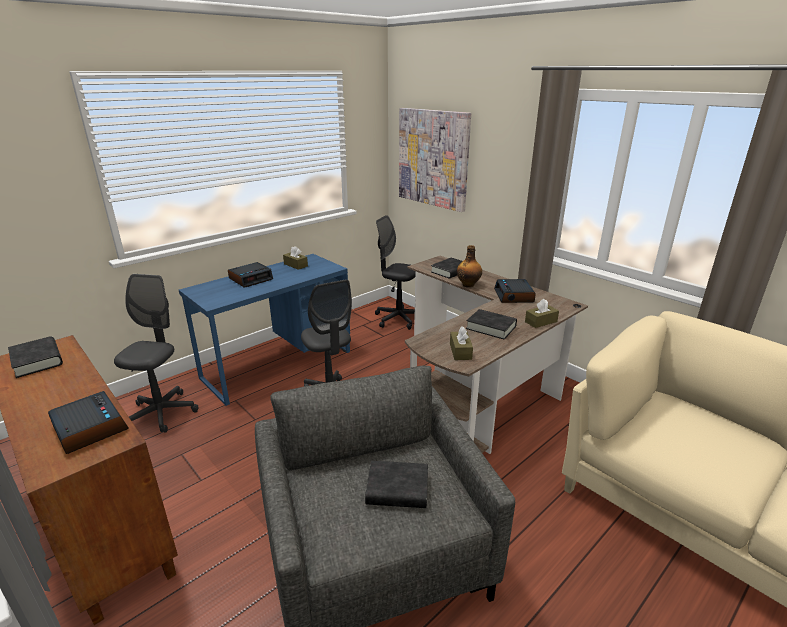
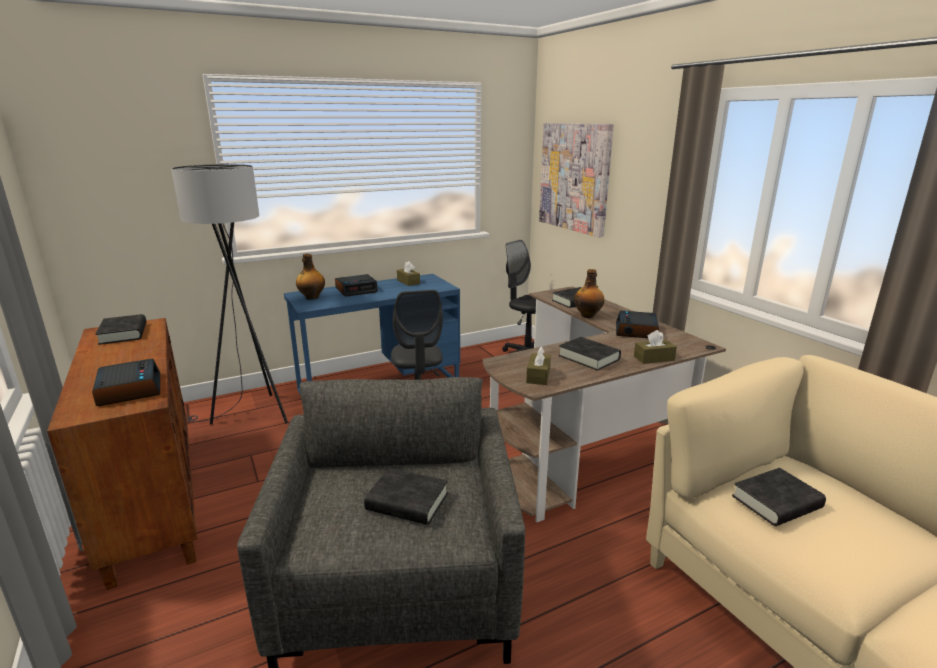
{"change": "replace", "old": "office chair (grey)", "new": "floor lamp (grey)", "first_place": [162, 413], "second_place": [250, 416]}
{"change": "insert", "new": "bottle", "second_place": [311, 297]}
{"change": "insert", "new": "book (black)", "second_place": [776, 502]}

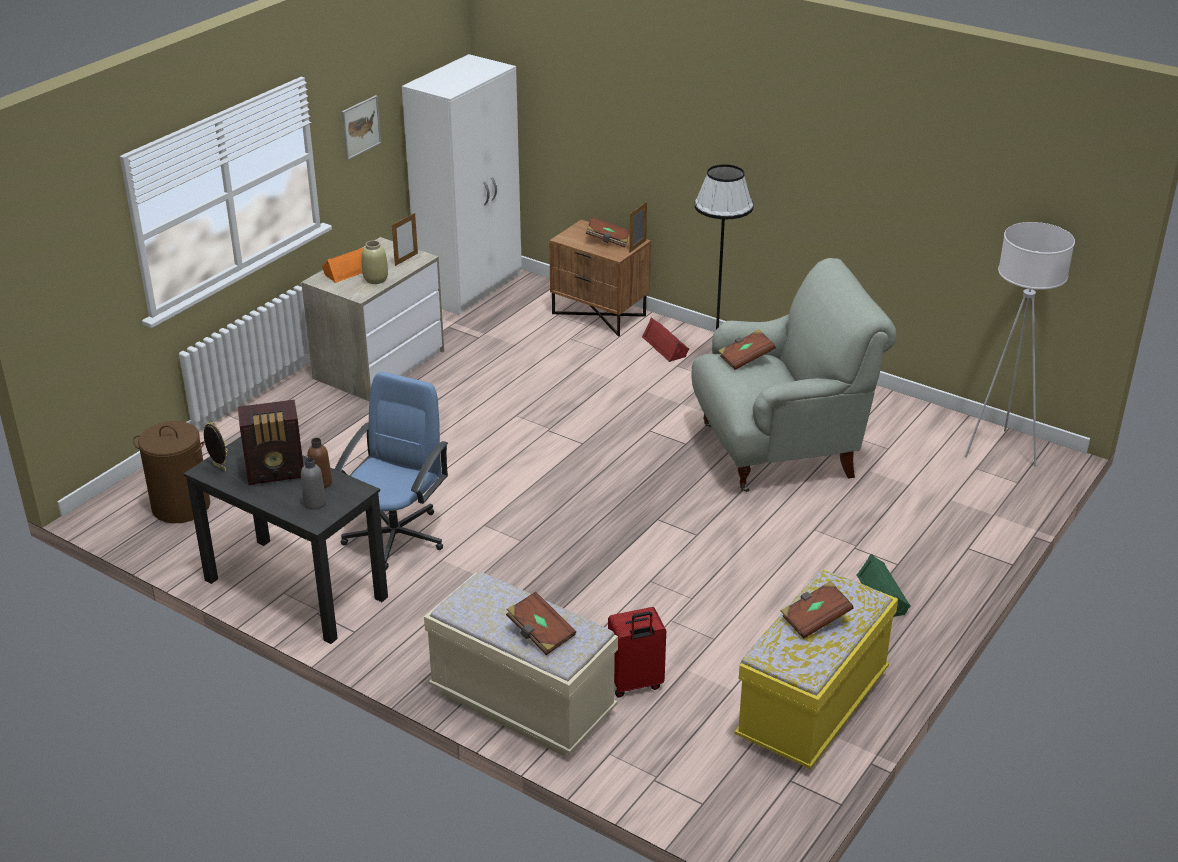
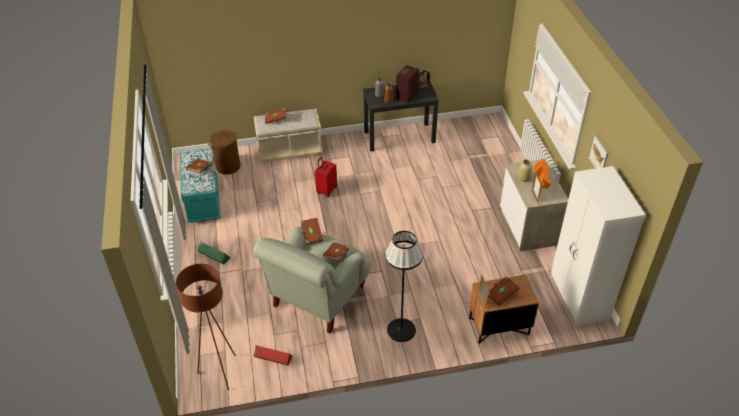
{"change": "recolor", "old": "floor lamp (white)", "new": "floor lamp (brown)", "first_place": [1000, 451], "second_place": [221, 372]}
{"change": "move", "old": "speaker (red)", "first_place": [666, 346], "second_place": [273, 358]}
{"change": "delete", "old": "office chair (blue)", "first_place": [396, 536]}
{"change": "move", "old": "laundry basket (brown)", "first_place": [180, 506], "second_place": [228, 166]}
{"change": "recolor", "old": "bench (yellow)", "new": "bench (turquoise)", "first_place": [812, 708], "second_place": [203, 200]}
{"change": "move", "old": "suitcase (red)", "first_place": [635, 684], "second_place": [326, 190]}
{"change": "insert", "new": "book (brown)", "second_place": [311, 235]}

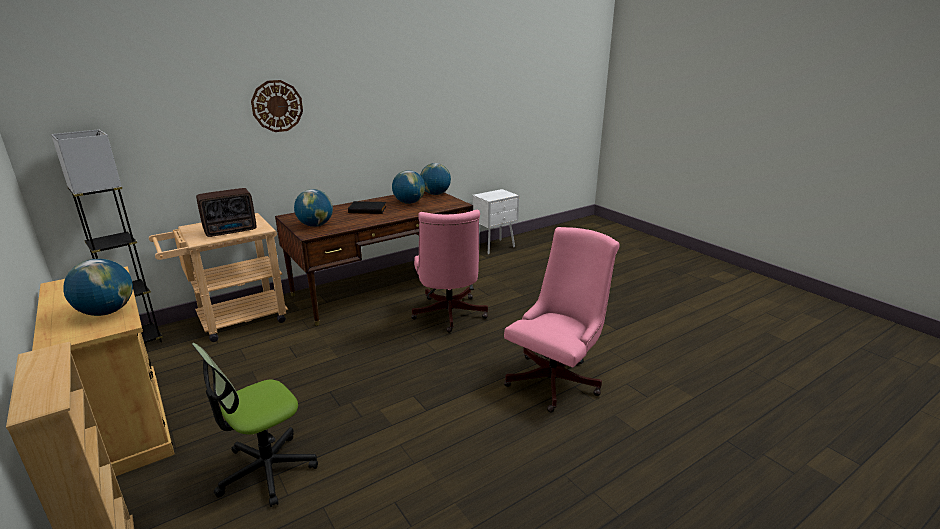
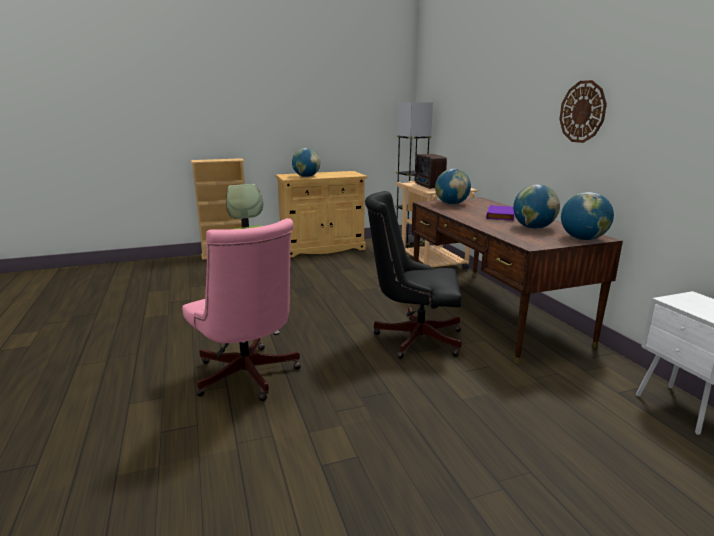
{"change": "move", "old": "wall clock", "first_place": [277, 106], "second_place": [582, 112]}
{"change": "recolor", "old": "book (black)", "new": "book (purple)", "first_place": [368, 209], "second_place": [502, 215]}
{"change": "recolor", "old": "office chair (pink)", "new": "office chair (black)", "first_place": [448, 316], "second_place": [413, 338]}

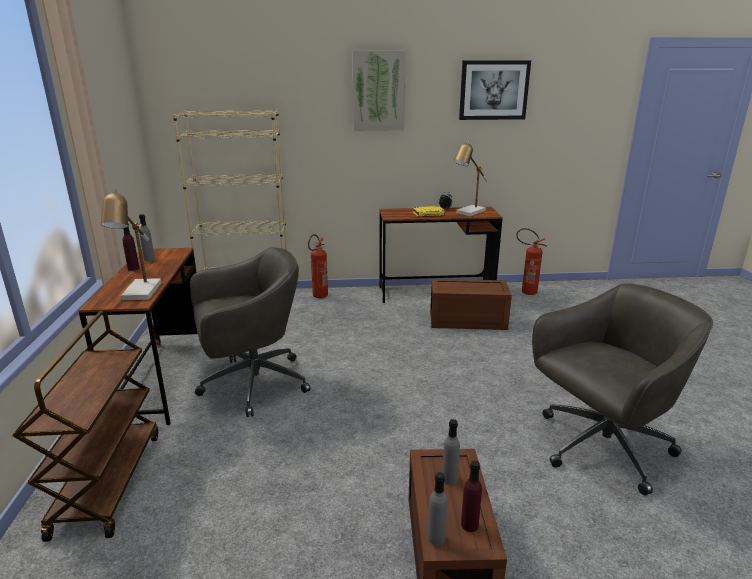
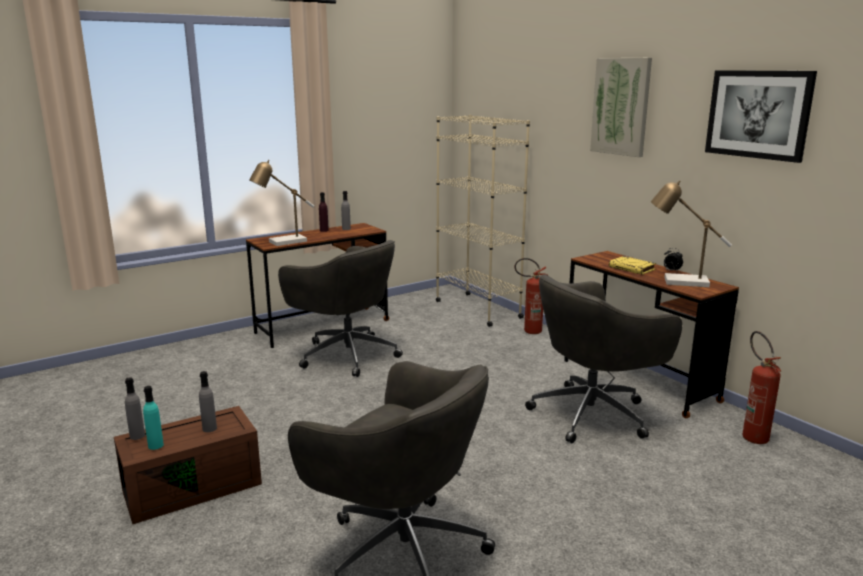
{"change": "replace", "old": "storage box (brown)", "new": "office chair (grey)", "first_place": [466, 321], "second_place": [593, 414]}
{"change": "delete", "old": "cart (brown)", "first_place": [107, 482]}
{"change": "recolor", "old": "bottle (purple)", "new": "bottle (turquoise)", "first_place": [469, 525], "second_place": [155, 445]}

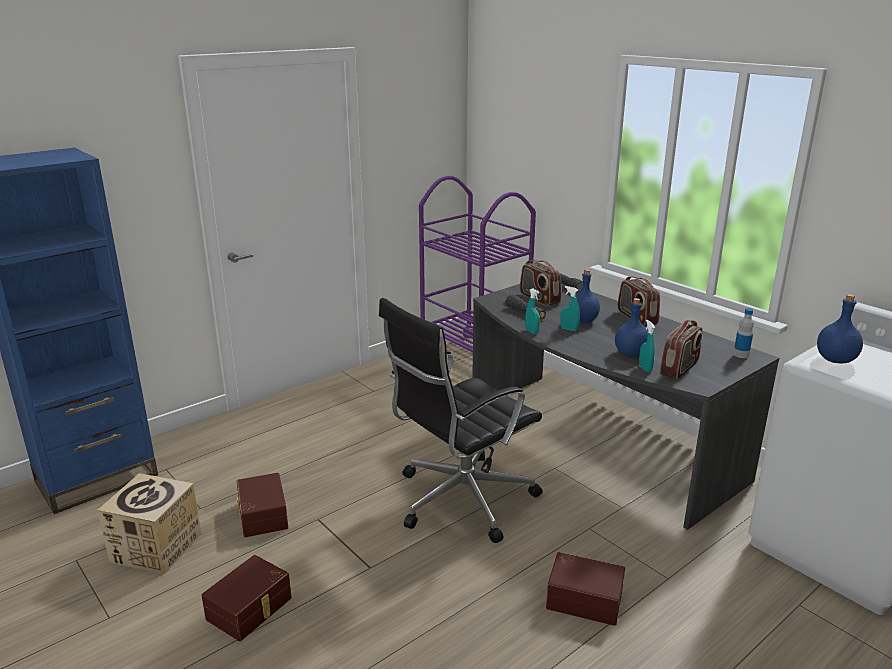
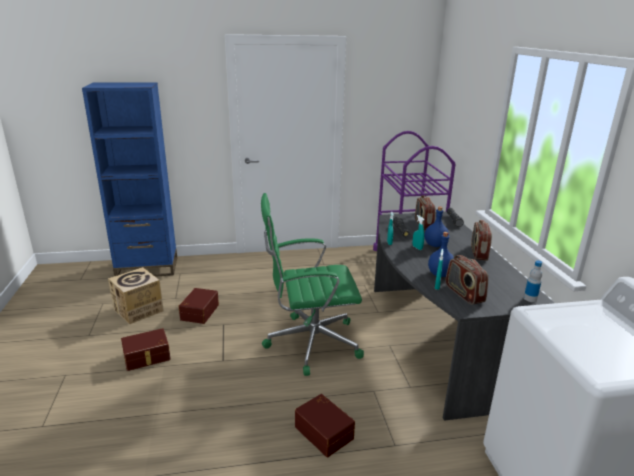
{"change": "delete", "old": "bottle (blue)", "first_place": [834, 360]}
{"change": "recolor", "old": "office chair (black)", "new": "office chair (green)", "first_place": [460, 500], "second_place": [310, 343]}
{"change": "rotate", "old": "radio", "first_place": [679, 369], "second_place": [463, 294], "degrees": 90}

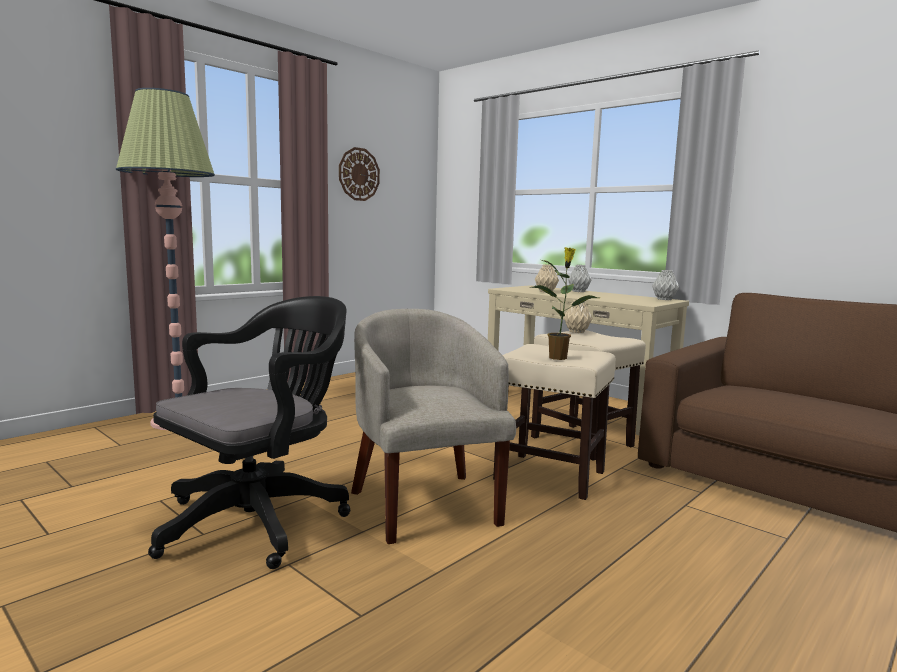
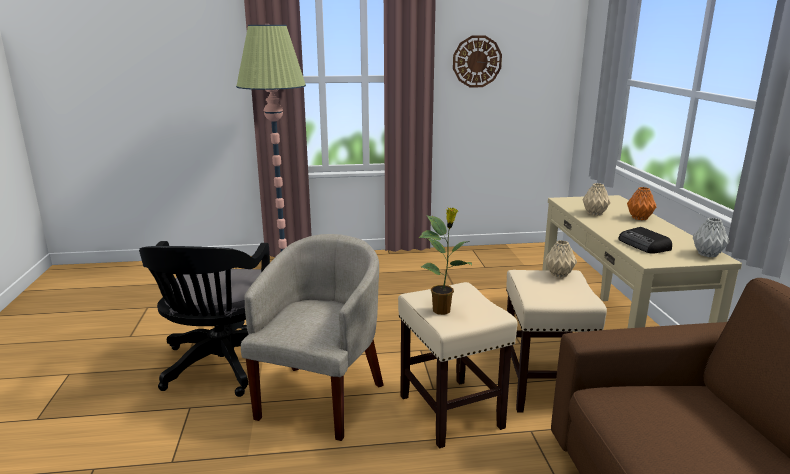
{"change": "recolor", "old": "vase (grey)", "new": "vase (orange)", "first_place": [579, 291], "second_place": [639, 218]}
{"change": "rotate", "old": "office chair (black)", "first_place": [260, 519], "second_place": [221, 367], "degrees": 105}
{"change": "insert", "new": "radio", "second_place": [644, 245]}

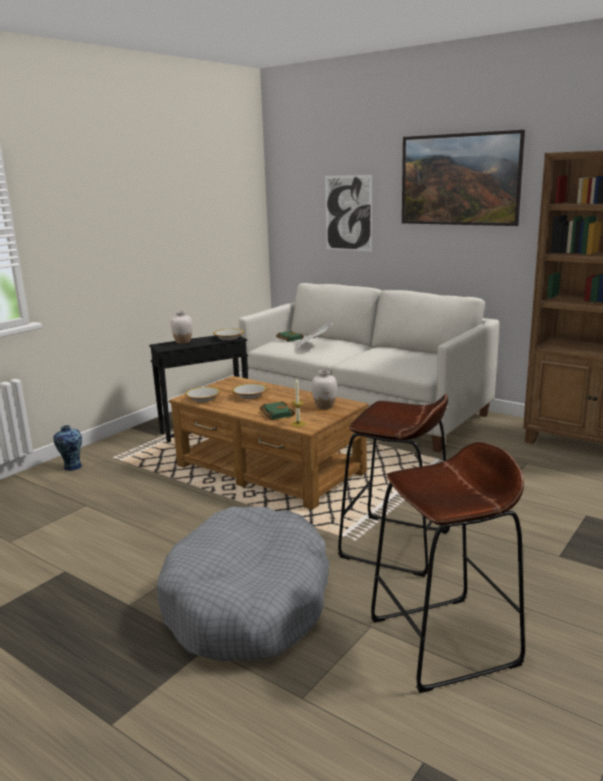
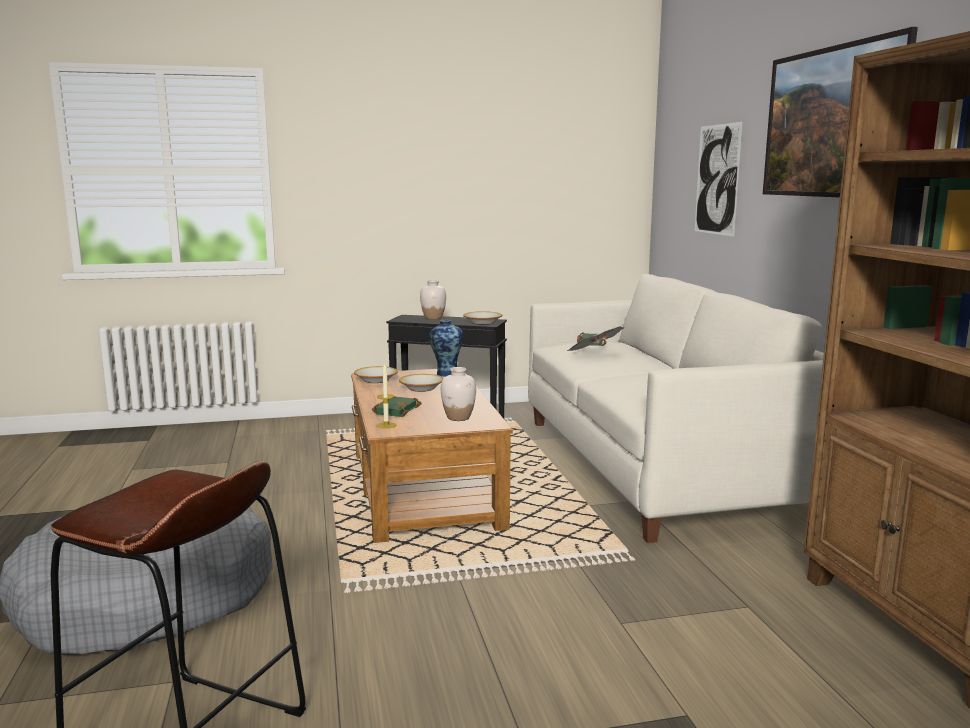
{"change": "delete", "old": "stool (brown)", "first_place": [395, 544]}
{"change": "move", "old": "vase", "first_place": [72, 467], "second_place": [446, 374]}

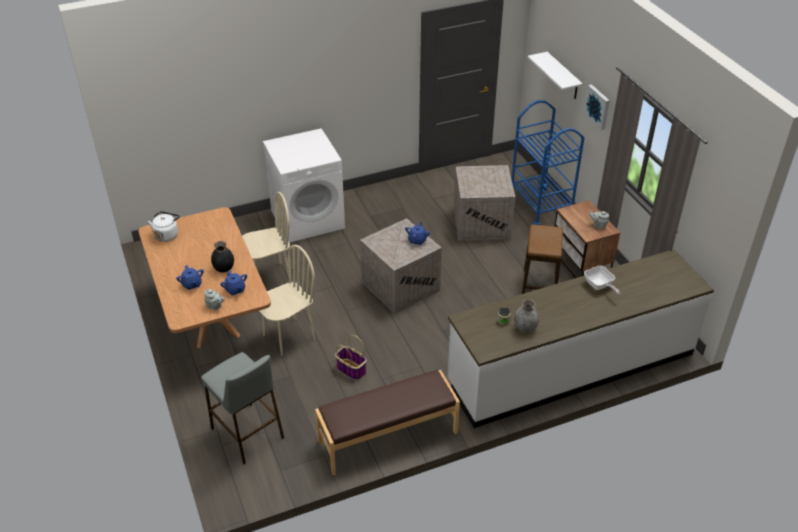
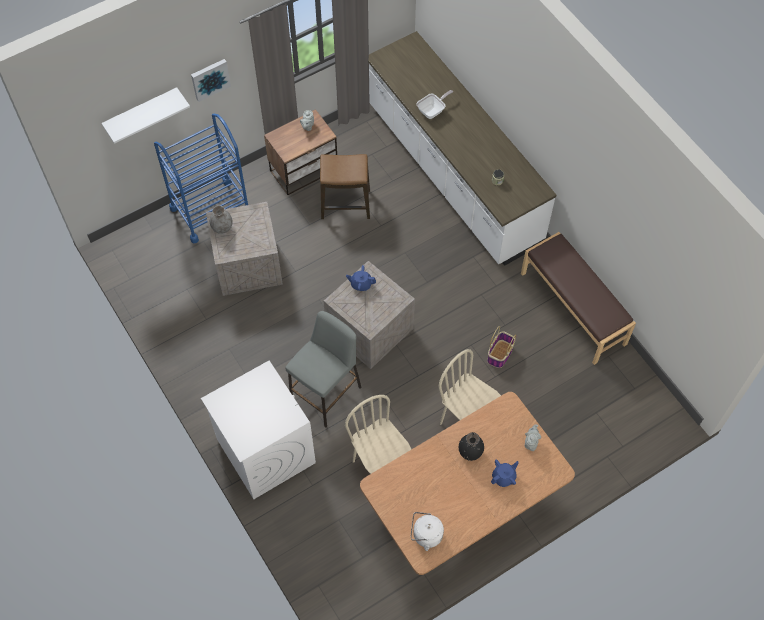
{"change": "delete", "old": "teapot (blue)", "first_place": [235, 290]}
{"change": "move", "old": "vase (grey)", "first_place": [525, 328], "second_place": [222, 227]}
{"change": "move", "old": "stool (grey)", "first_place": [247, 433], "second_place": [326, 393]}

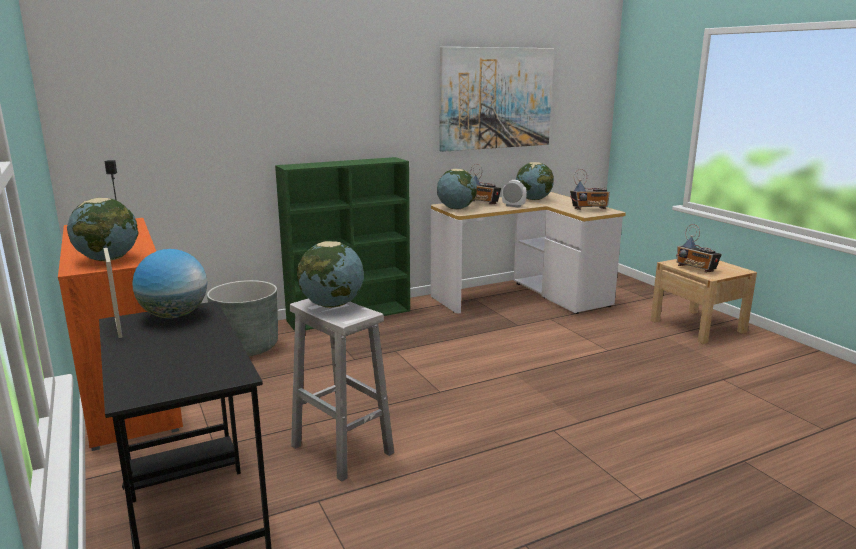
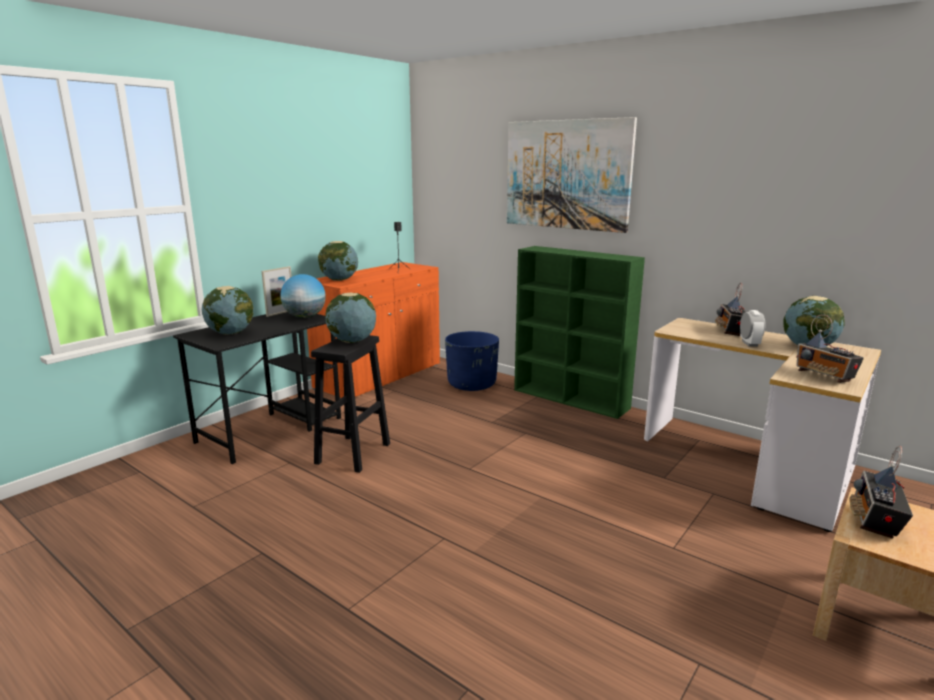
{"change": "move", "old": "picture", "first_place": [496, 98], "second_place": [567, 175]}
{"change": "move", "old": "globe", "first_place": [456, 208], "second_place": [231, 333]}
{"change": "recolor", "old": "planter (grey)", "new": "planter (blue)", "first_place": [247, 347], "second_place": [471, 384]}
{"change": "recolor", "old": "stool (white)", "new": "stool (black)", "first_place": [343, 450], "second_place": [352, 454]}

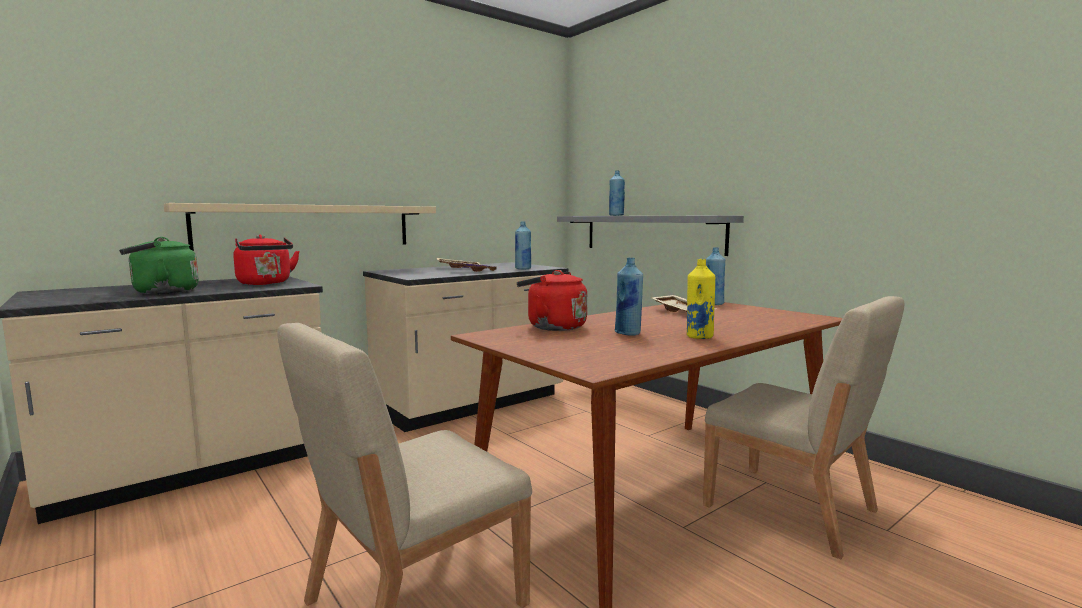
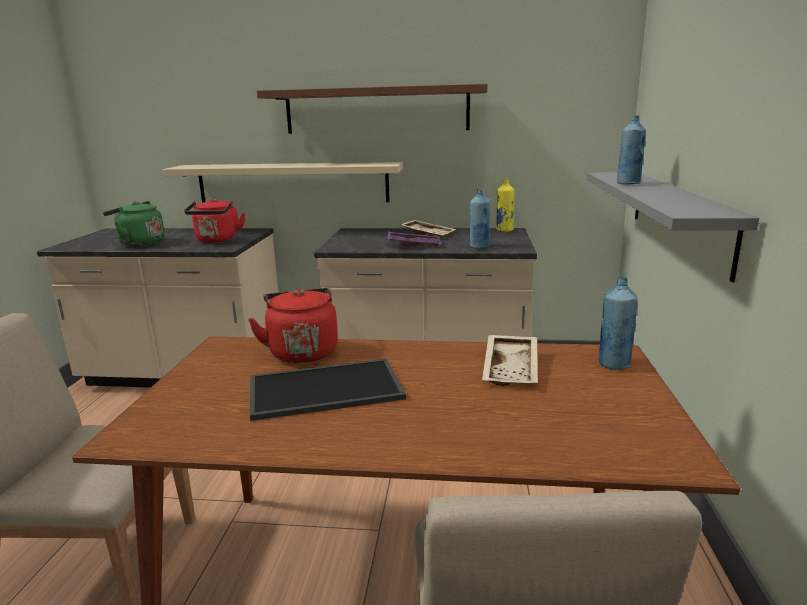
{"change": "replace", "old": "bottle (blue)", "new": "tray", "first_place": [628, 333], "second_place": [324, 390]}
{"change": "move", "old": "bottle (yellow)", "first_place": [699, 337], "second_place": [504, 230]}
{"change": "insert", "new": "shelf (brown)", "second_place": [376, 110]}

